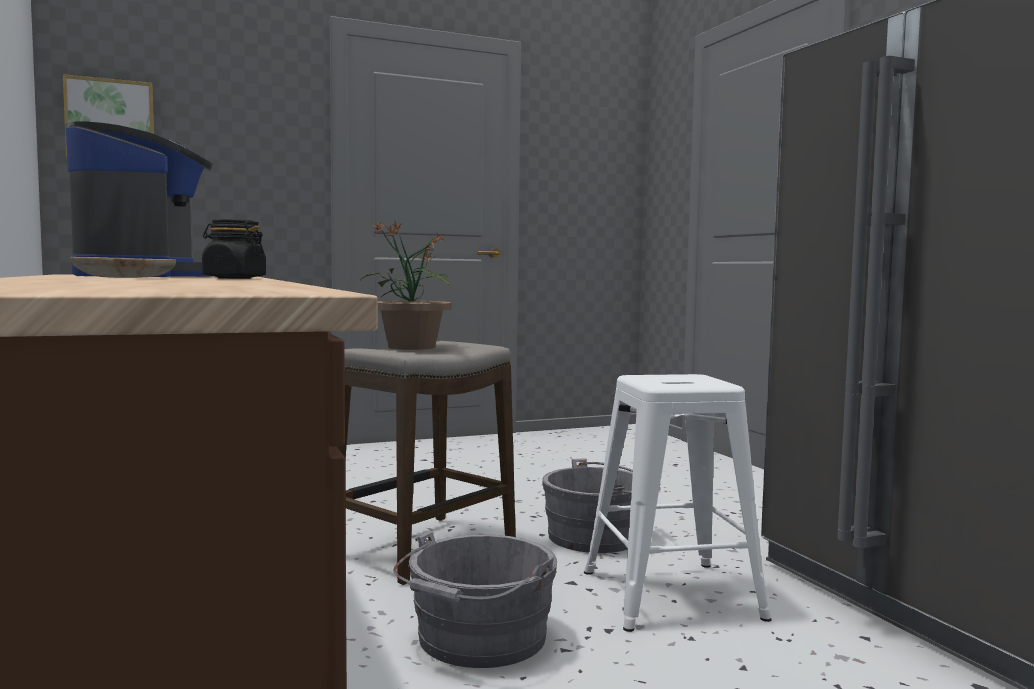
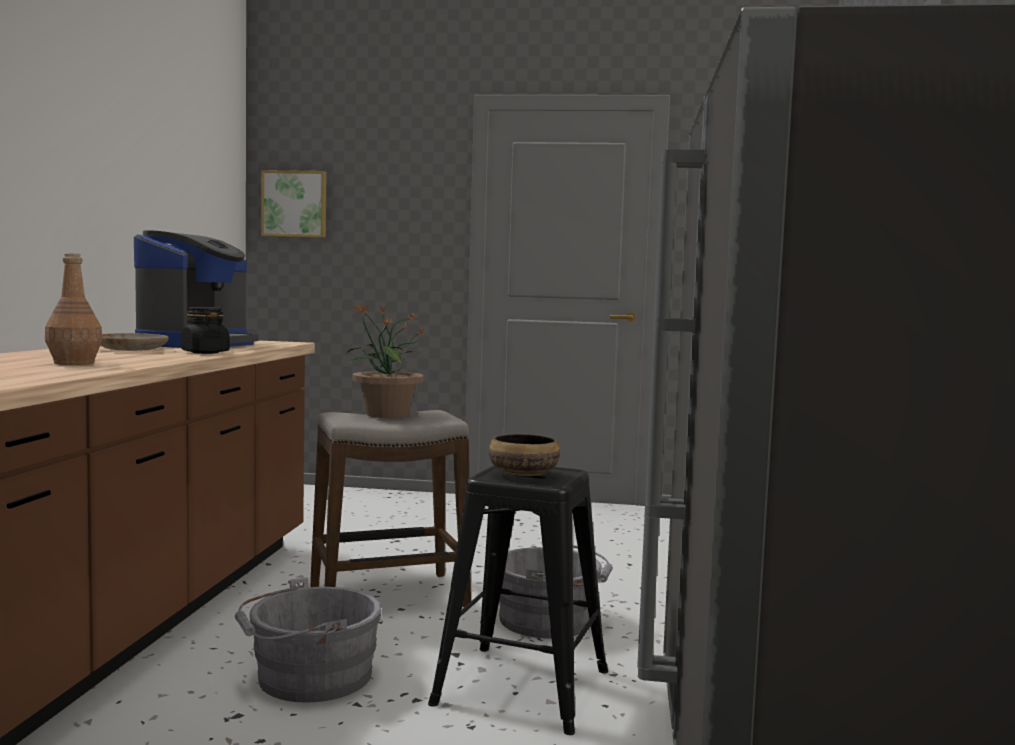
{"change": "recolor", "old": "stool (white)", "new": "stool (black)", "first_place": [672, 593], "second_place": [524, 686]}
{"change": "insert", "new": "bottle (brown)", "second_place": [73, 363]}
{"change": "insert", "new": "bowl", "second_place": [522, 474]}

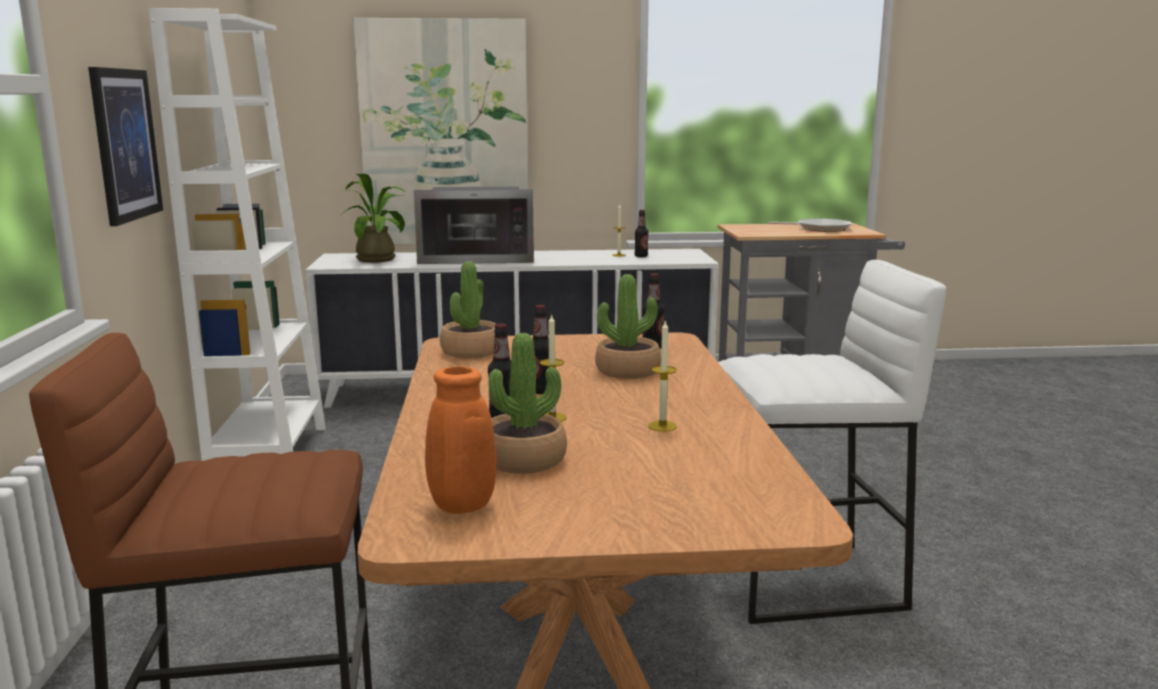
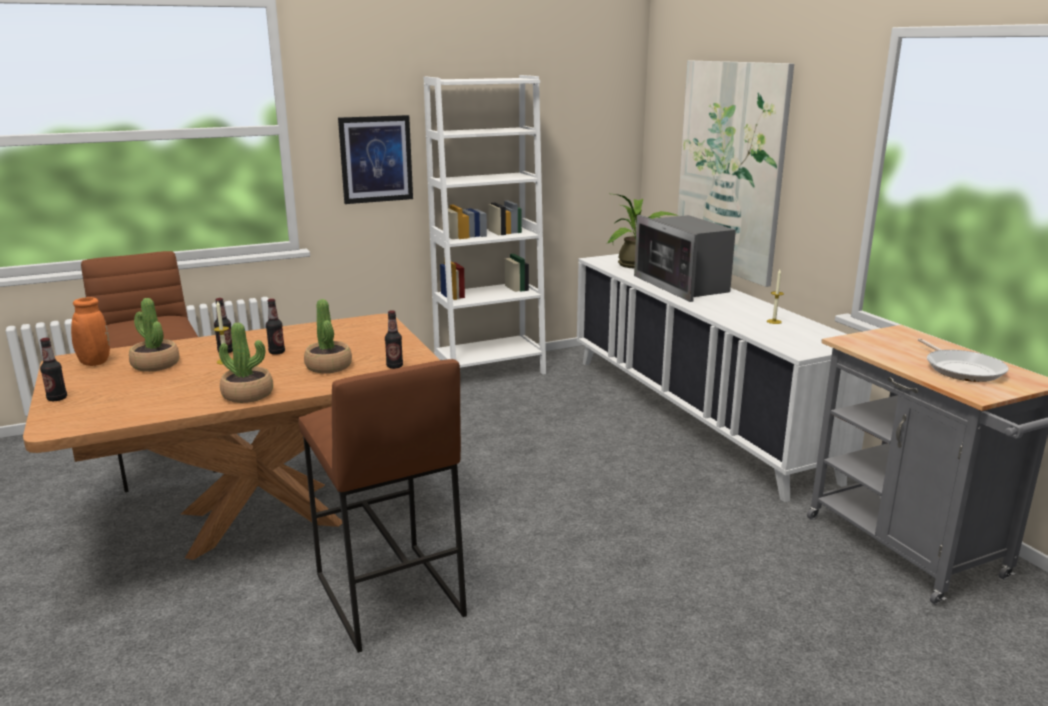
{"change": "move", "old": "bottle", "first_place": [641, 256], "second_place": [57, 398]}
{"change": "recolor", "old": "stool (white)", "new": "stool (brown)", "first_place": [805, 583], "second_place": [387, 595]}
{"change": "move", "old": "potted plant", "first_place": [471, 351], "second_place": [248, 394]}
{"change": "delete", "old": "candle", "first_place": [662, 426]}

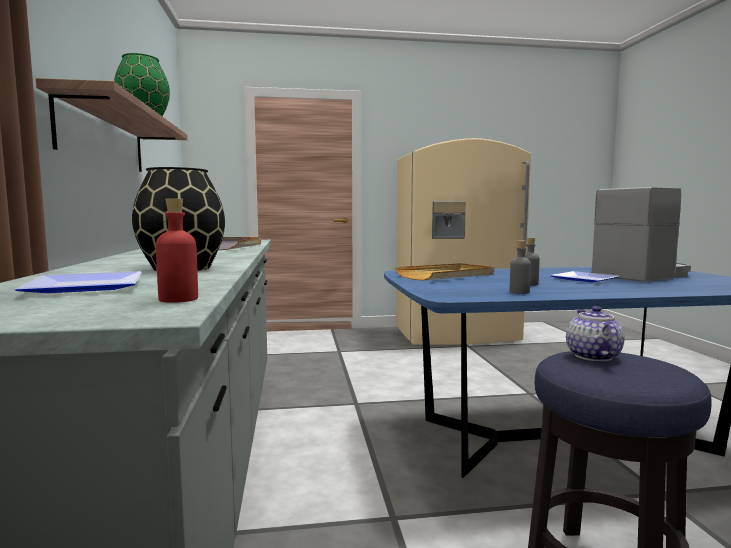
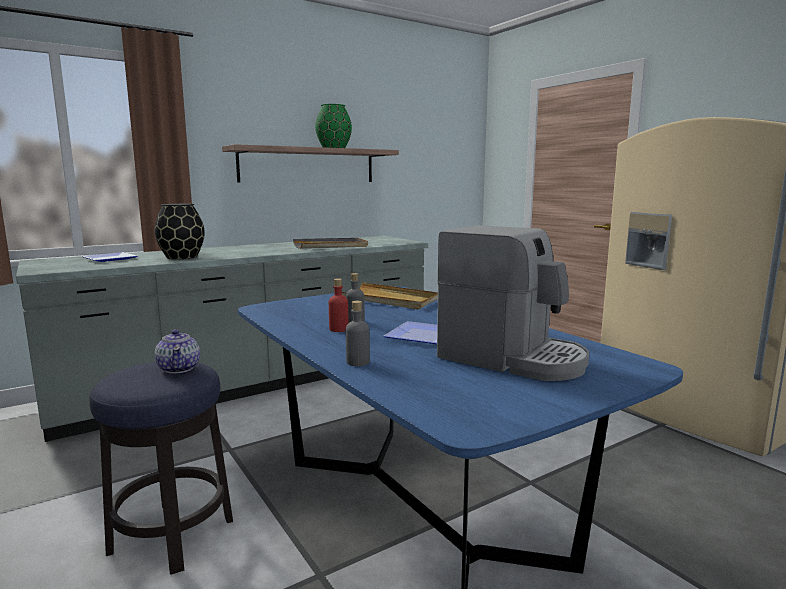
{"change": "move", "old": "bottle (red)", "first_place": [178, 299], "second_place": [338, 329]}
{"change": "move", "old": "bottle (grey)", "first_place": [519, 292], "second_place": [358, 362]}
{"change": "rotate", "old": "teapot", "first_place": [592, 356], "second_place": [179, 368], "degrees": 90}

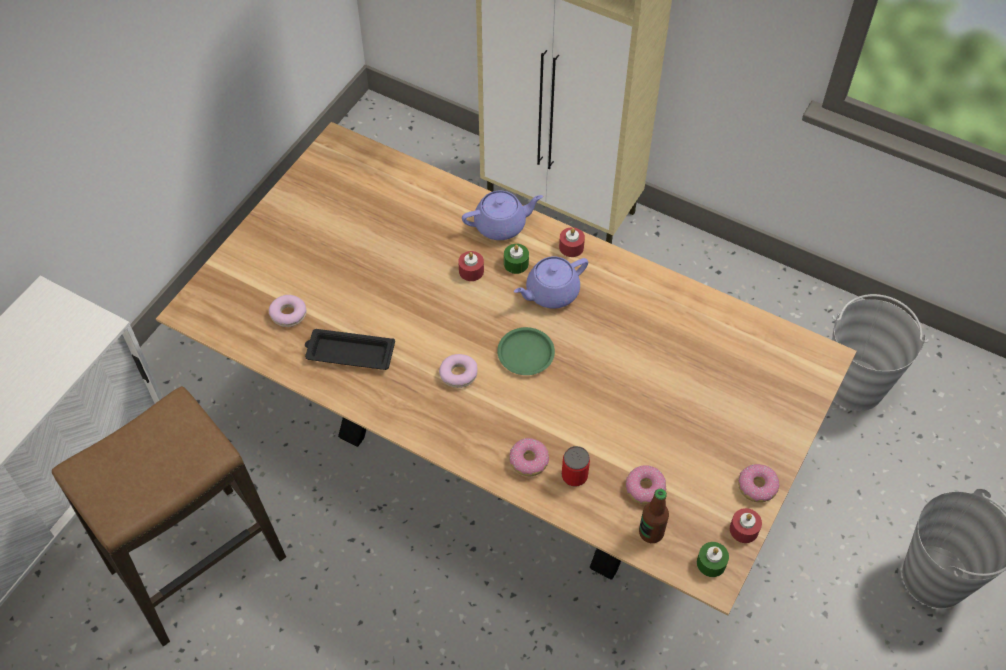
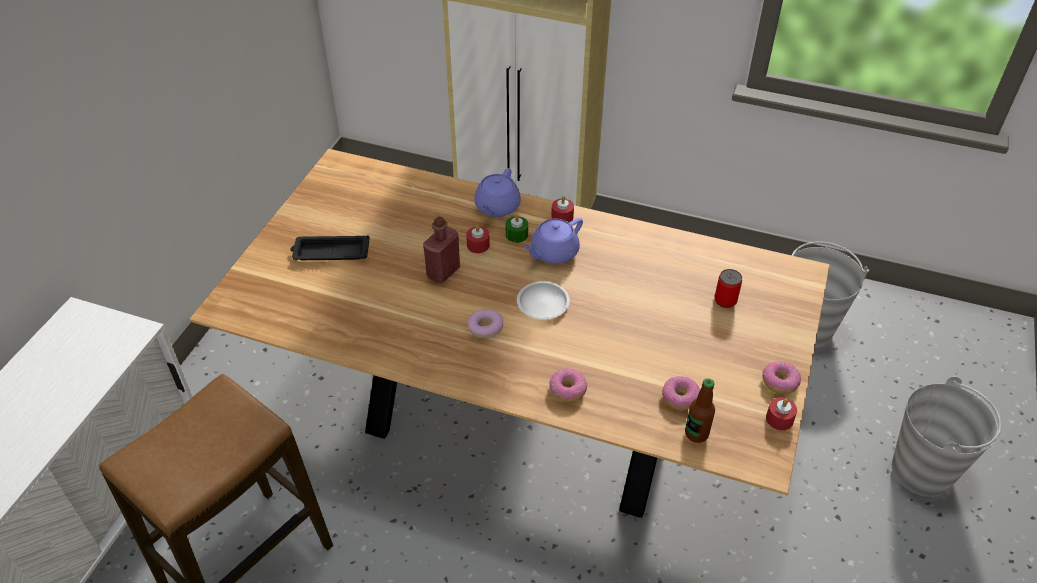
{"change": "rotate", "old": "teapot (purple)", "first_place": [501, 225], "second_place": [497, 207], "degrees": 135}
{"change": "delete", "old": "donut", "first_place": [288, 314]}
{"change": "recolor", "old": "plate (green)", "new": "plate (white)", "first_place": [525, 354], "second_place": [542, 303]}
{"change": "move", "old": "tray (black)", "first_place": [349, 353], "second_place": [330, 252]}
{"change": "move", "old": "can", "first_place": [574, 476], "second_place": [725, 300]}
{"change": "delete", "old": "candle (green)", "first_place": [711, 563]}
{"change": "insert", "new": "bottle (red)", "second_place": [443, 272]}

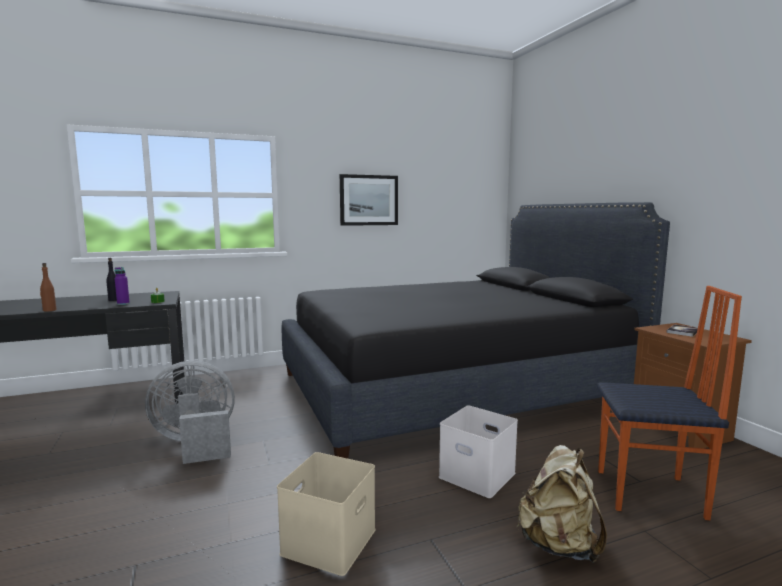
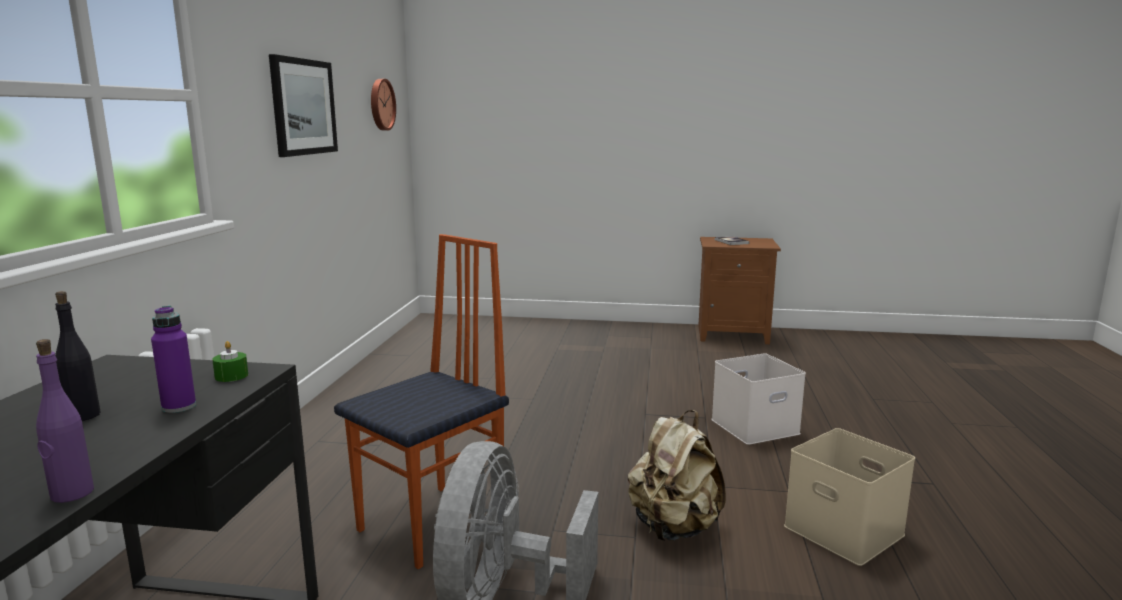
{"change": "delete", "old": "bed (black)", "first_place": [452, 388]}
{"change": "recolor", "old": "bottle (brown)", "new": "bottle (purple)", "first_place": [49, 310], "second_place": [71, 493]}
{"change": "move", "old": "chair", "first_place": [651, 495], "second_place": [434, 525]}
{"change": "move", "old": "backpack (beige)", "first_place": [558, 545], "second_place": [674, 528]}
{"change": "insert", "new": "wall clock", "second_place": [380, 104]}

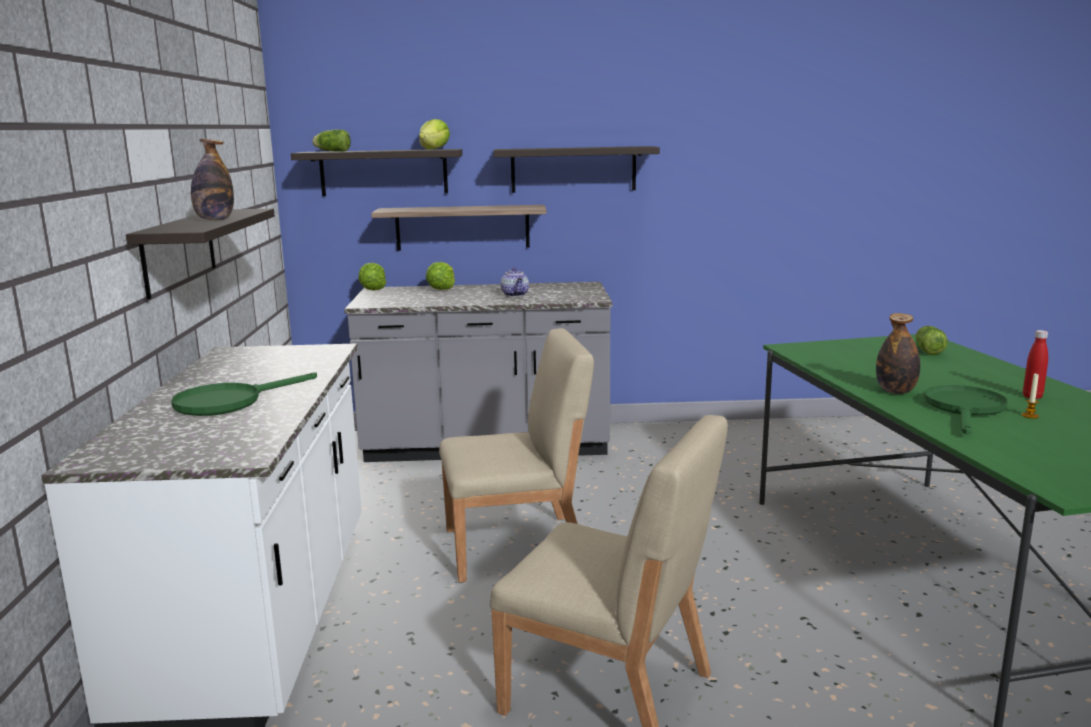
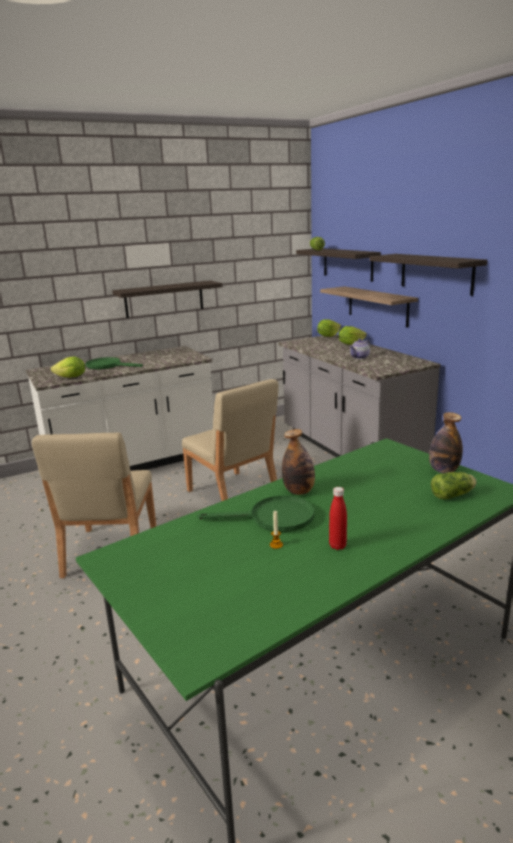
{"change": "move", "old": "lettuce", "first_place": [434, 149], "second_place": [71, 377]}
{"change": "move", "old": "bottle", "first_place": [215, 220], "second_place": [443, 470]}

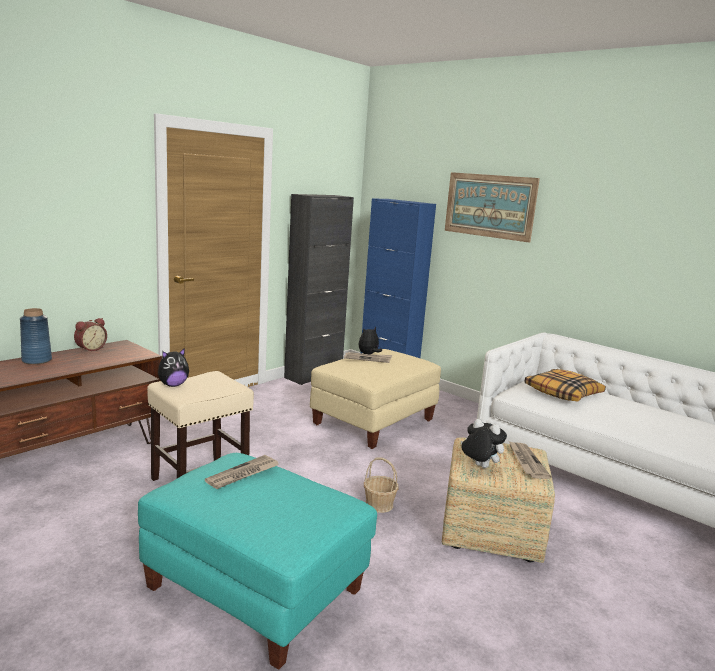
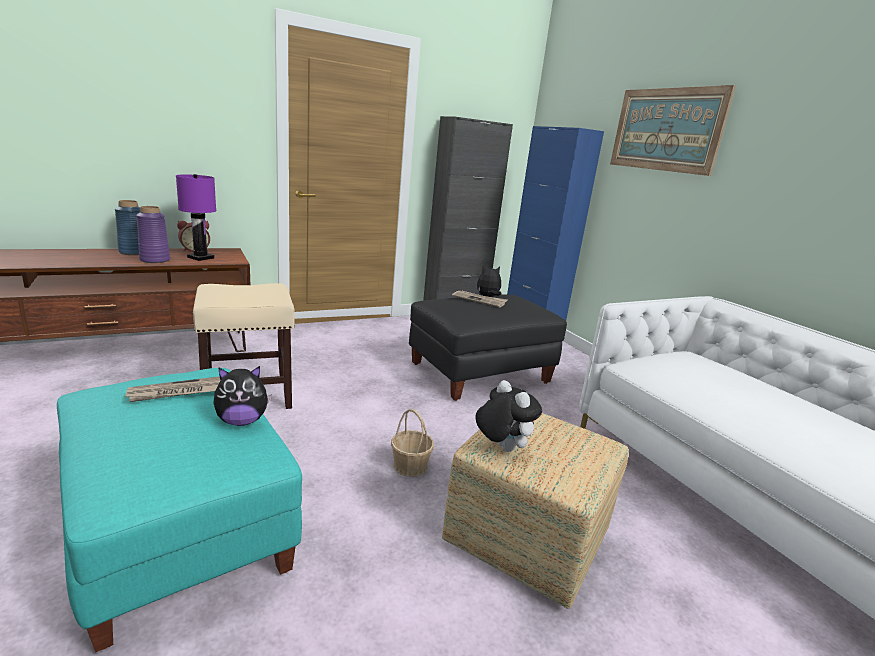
{"change": "move", "old": "plush toy", "first_place": [173, 385], "second_place": [242, 421]}
{"change": "recolor", "old": "ottoman (beige)", "new": "ottoman (black)", "first_place": [374, 422], "second_place": [480, 373]}
{"change": "delete", "old": "pillow", "first_place": [563, 393]}
{"change": "delete", "old": "newspaper", "first_place": [526, 461]}
{"change": "insert", "new": "table lamp (purple)", "second_place": [200, 258]}
{"change": "insert", "new": "vase (purple)", "second_place": [155, 260]}

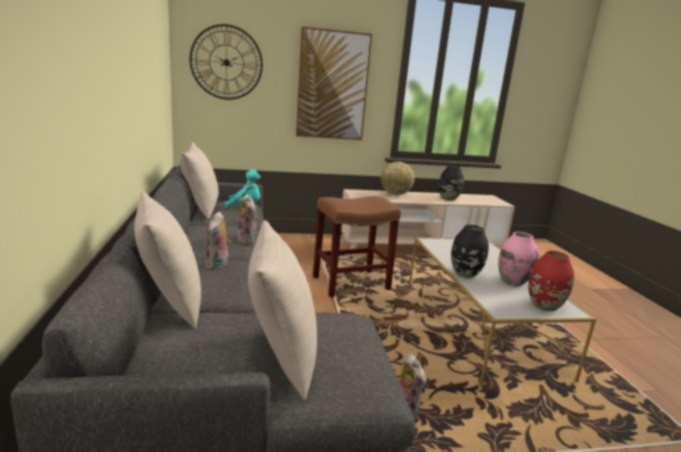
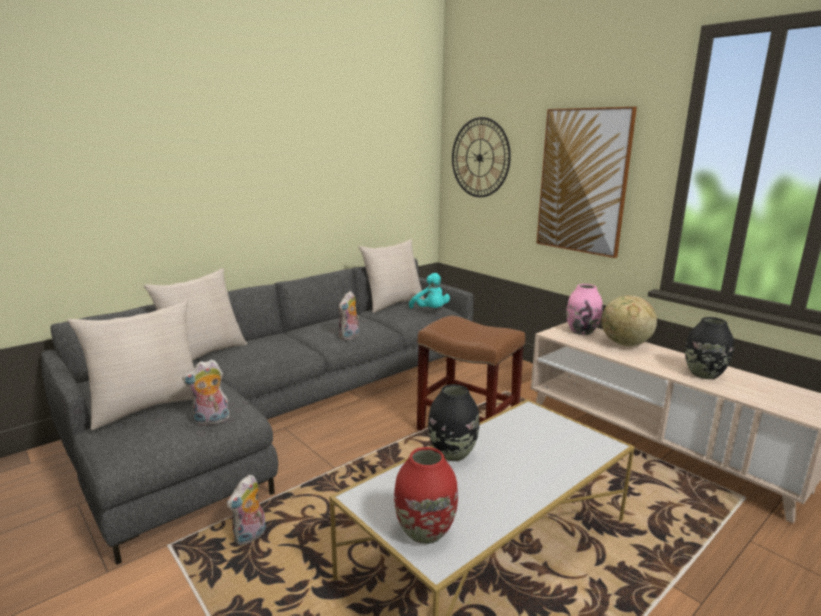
{"change": "move", "old": "plush toy", "first_place": [218, 265], "second_place": [211, 421]}
{"change": "move", "old": "vase (pink)", "first_place": [512, 281], "second_place": [581, 331]}

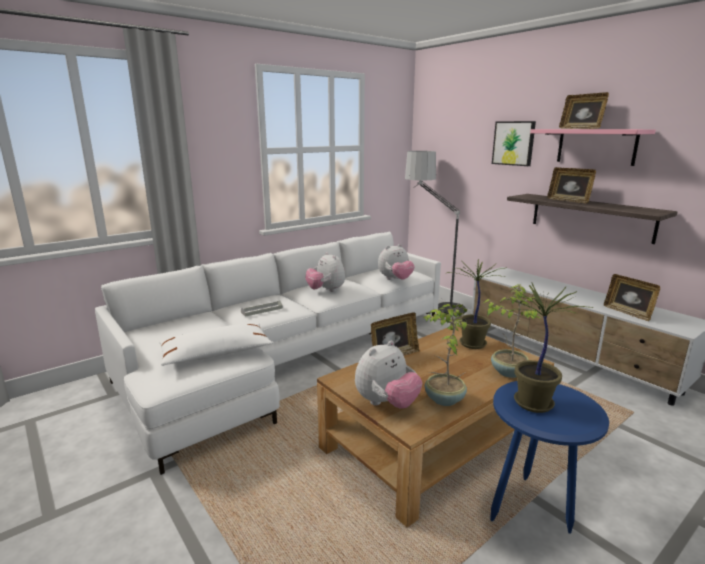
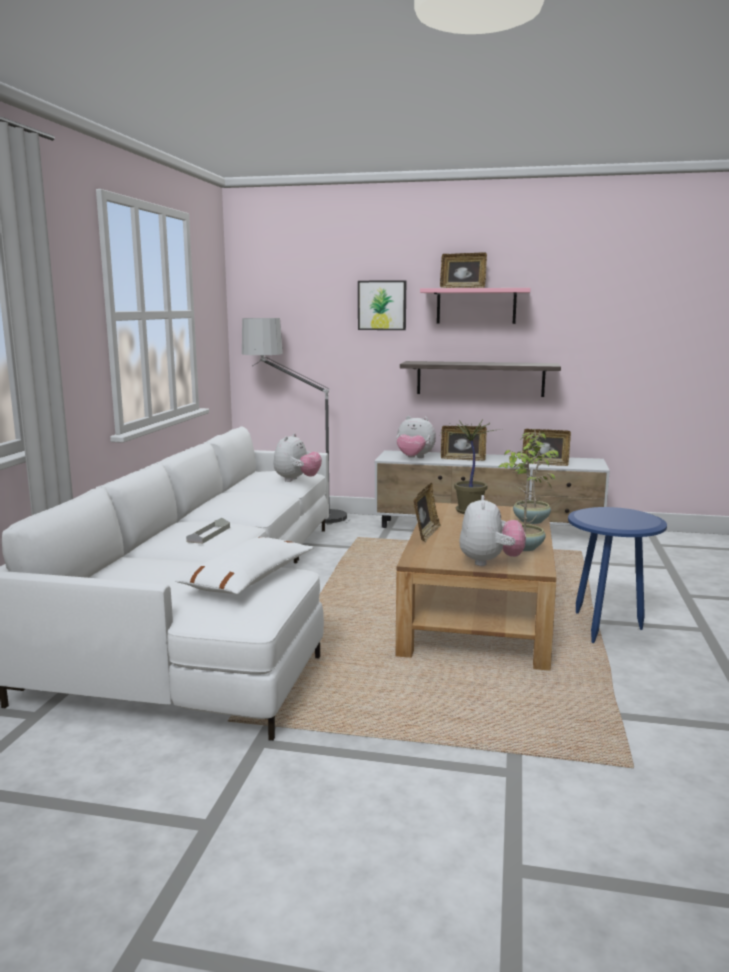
{"change": "move", "old": "picture frame", "first_place": [569, 200], "second_place": [463, 459]}
{"change": "move", "old": "plush toy", "first_place": [326, 290], "second_place": [414, 458]}
{"change": "delete", "old": "potted plant", "first_place": [531, 403]}

